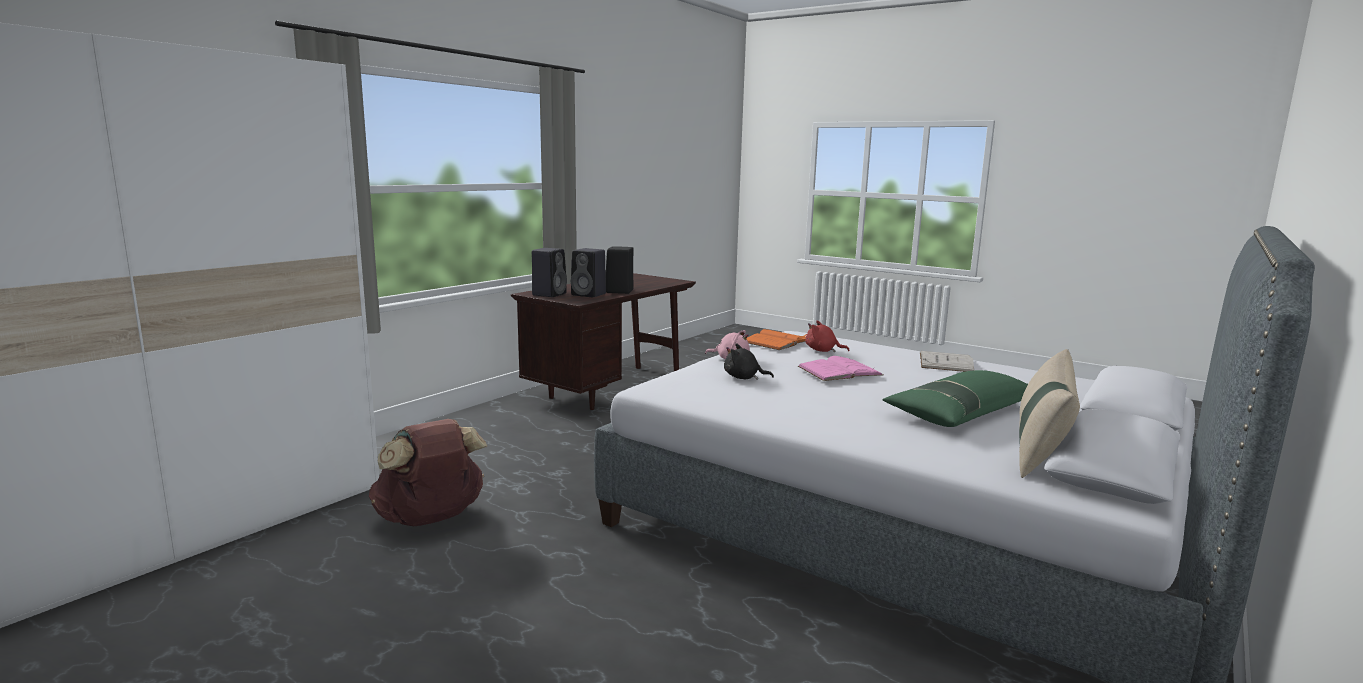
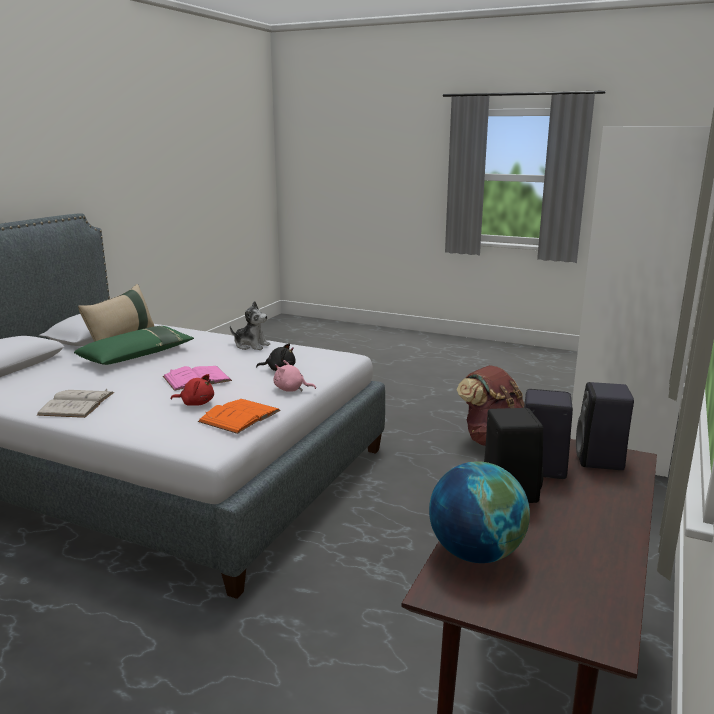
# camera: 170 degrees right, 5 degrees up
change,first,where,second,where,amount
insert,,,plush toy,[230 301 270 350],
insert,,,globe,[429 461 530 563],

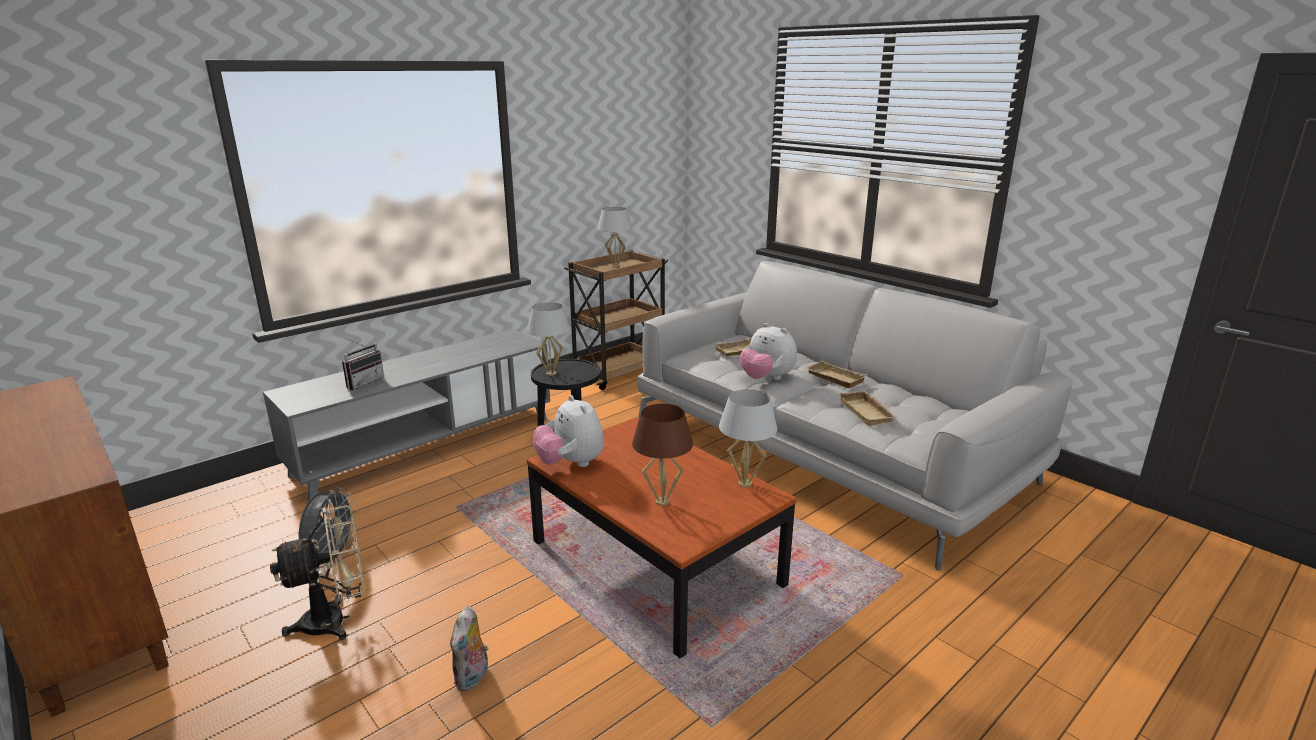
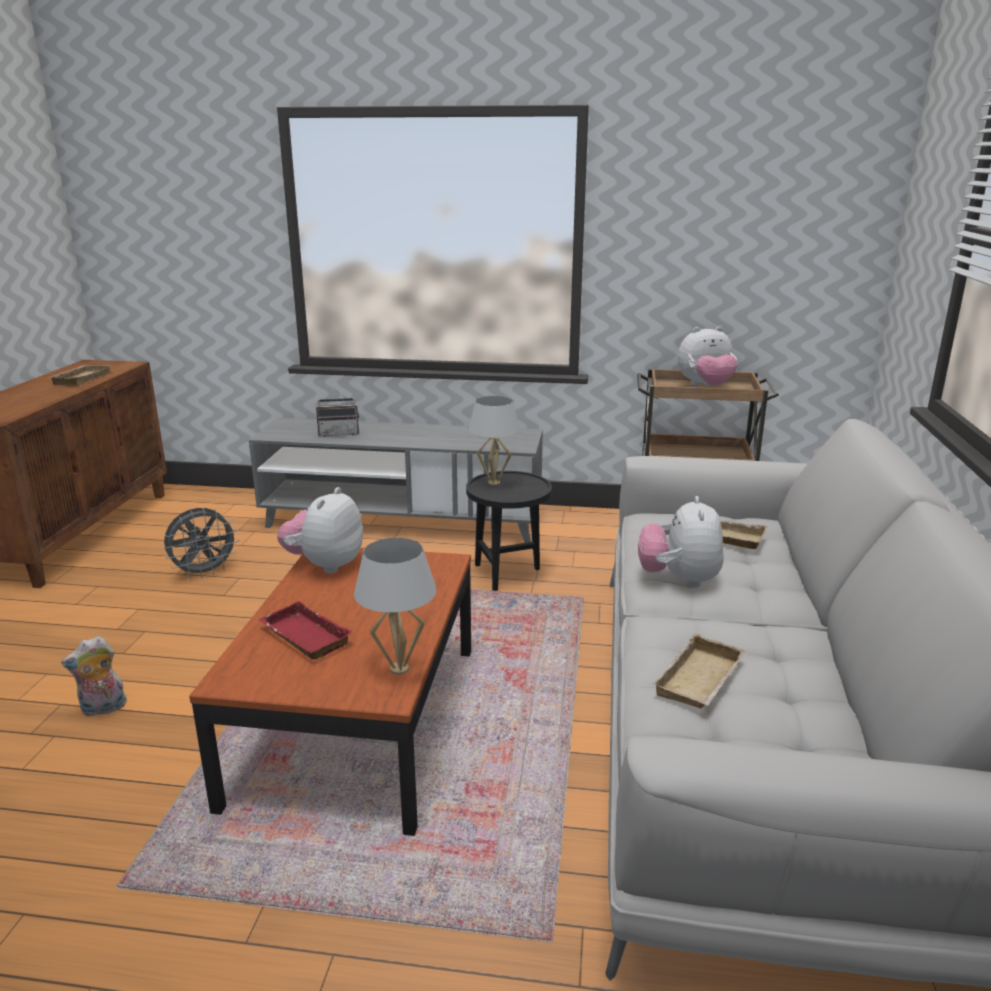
# camera: 50 degrees right, 0 degrees up
change,first,where,second,where,amount
replace,table lamp (white),[597 207 632 268],plush toy,[678 326 738 386],
move,tray (beige),[804 361 868 388],,[49 365 111 386],
replace,table lamp (brown),[632 404 693 506],tray (red),[258 601 353 660],
delete,fan (beige),[270 505 365 640],,,

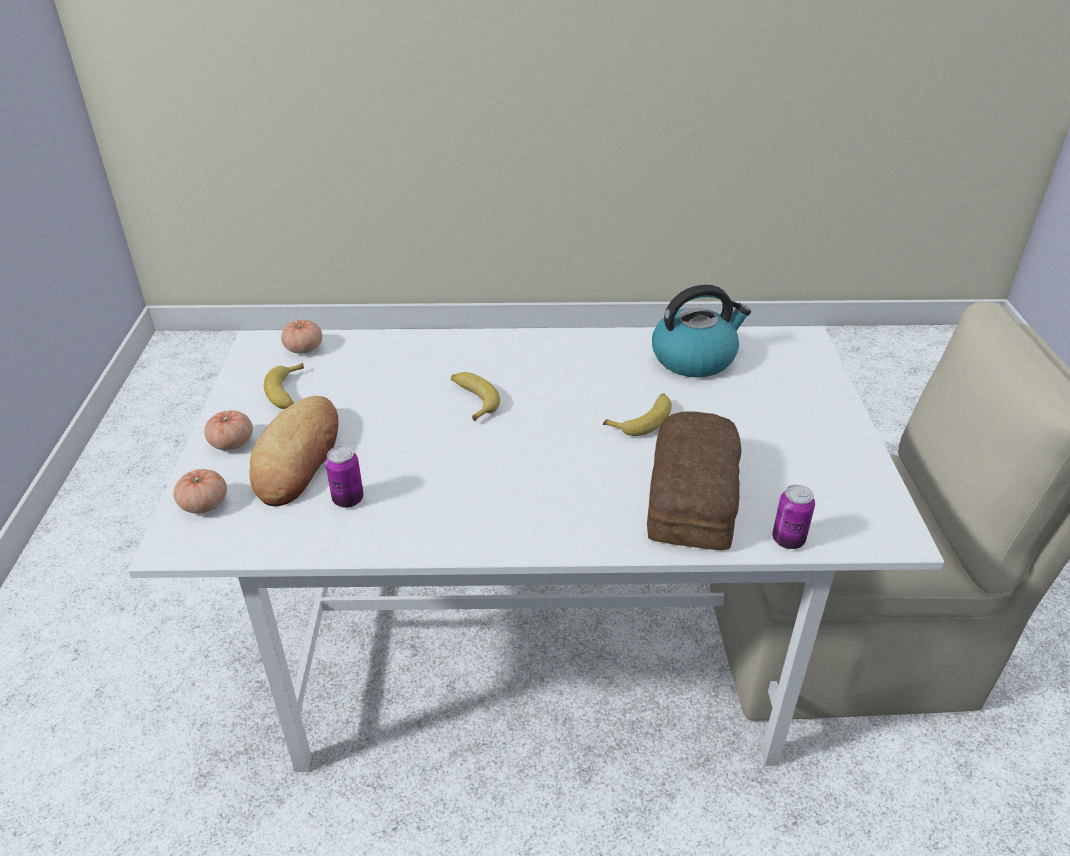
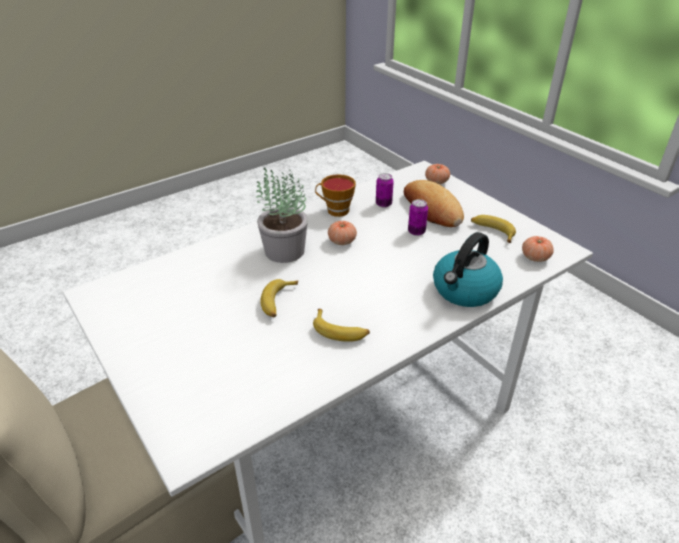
# camera: 145 degrees right, 0 degrees up
change,first,where,second,where,amount
move,kettle,[652 284 751 377],,[433 232 503 307],
move,banana,[451 372 500 421],,[313 309 370 342],
move,tomato,[204 410 253 450],,[328 221 357 245],
delete,bread,[647 411 742 550],,,
move,can,[772 485 815 549],,[408 199 428 236],
insert,,,potted plant,[256 168 308 263],
insert,,,cup,[315 174 356 217],

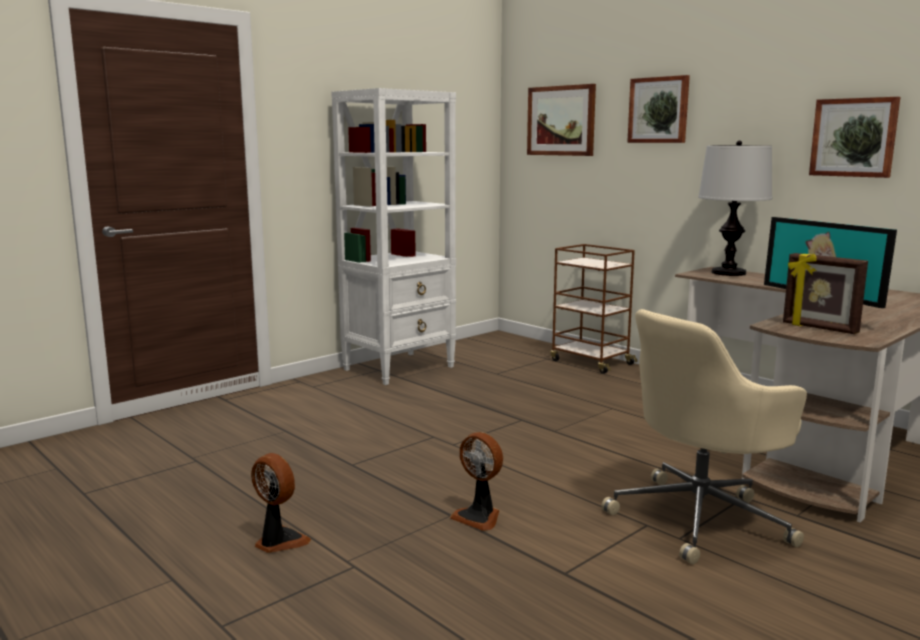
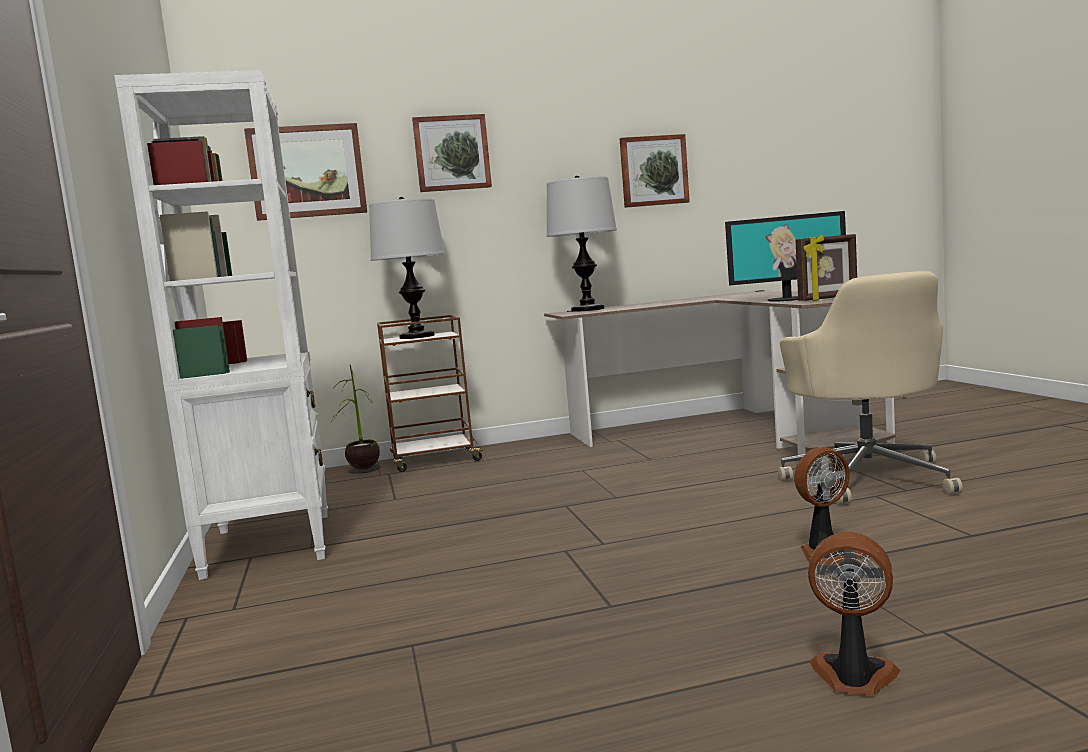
# camera: 60 degrees left, 5 degrees down
change,first,where,second,where,amount
rotate,fan,[251 453 311 553],,[808 532 900 696],45 degrees clockwise
insert,,,table lamp,[369 197 445 339],
insert,,,potted plant,[332 364 380 474],

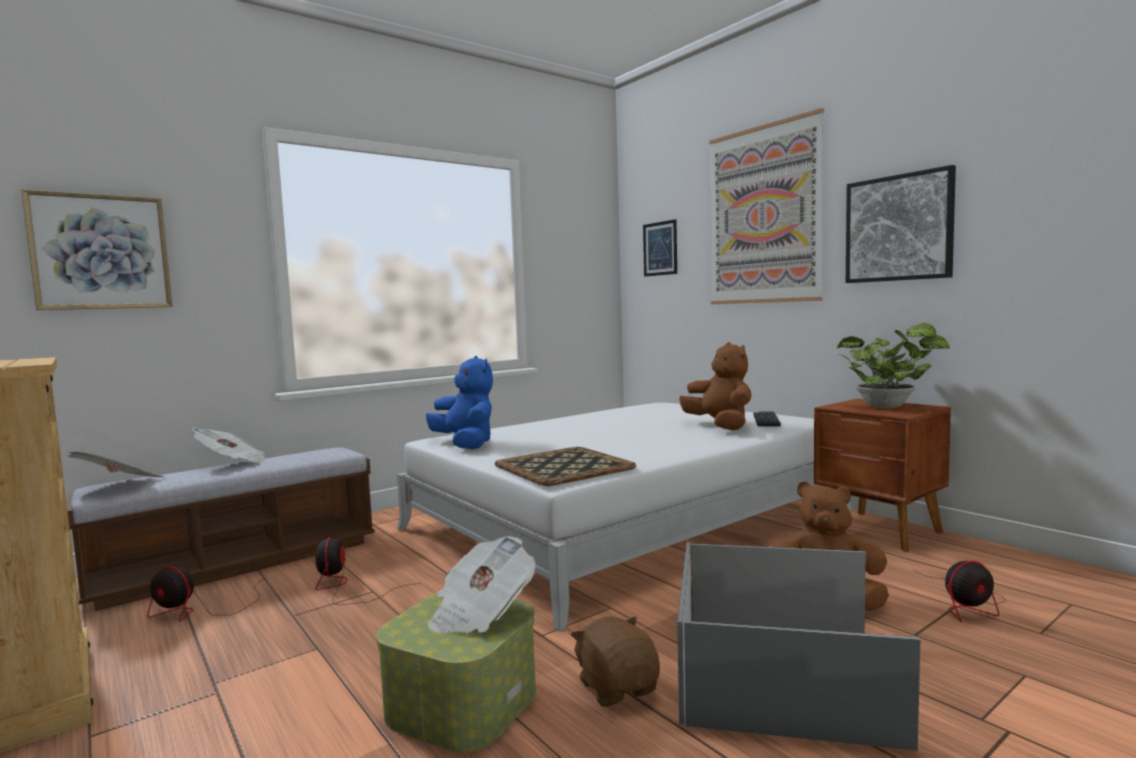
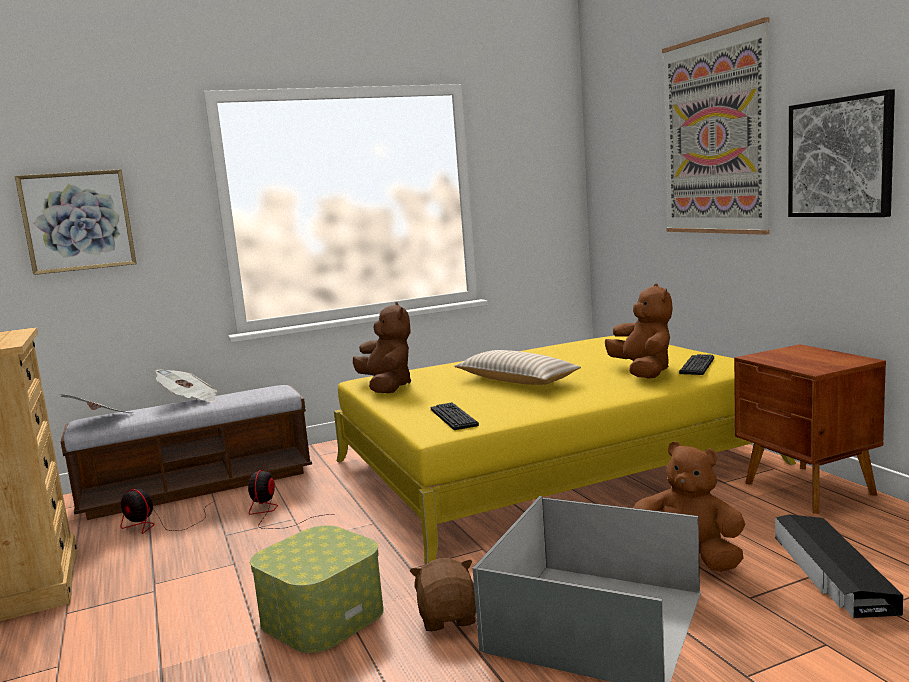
# camera: 15 degrees right, 5 degrees up
change,first,where,second,where,amount
delete,picture,[643 219 677 277],,,
delete,potted plant,[837 323 950 409],,,
recolor,plush toy (blue),[426 356 493 449],plush toy (brown),[353 302 412 393],
recolor,bed (white),[397 403 852 631],bed (yellow),[334 336 796 564],
replace,tray,[495 447 636 486],keyboard,[431 402 479 430],
delete,newspaper,[428 536 535 633],,,
replace,fan,[914 561 1006 622],storage box (black),[775 515 904 618],
insert,,,pillow (beige),[454 350 581 385],

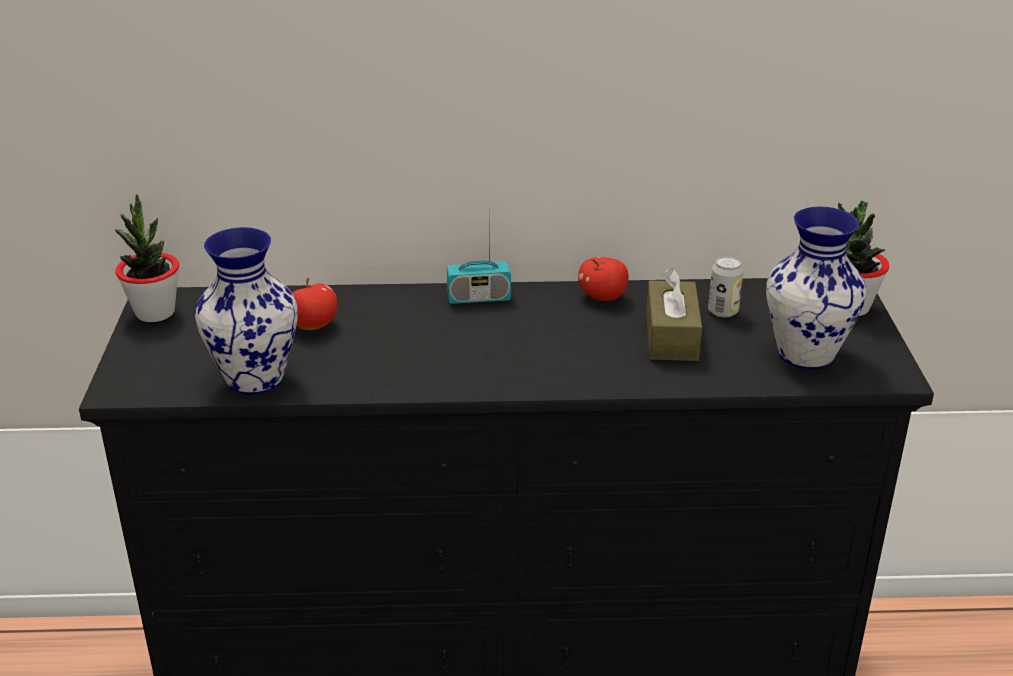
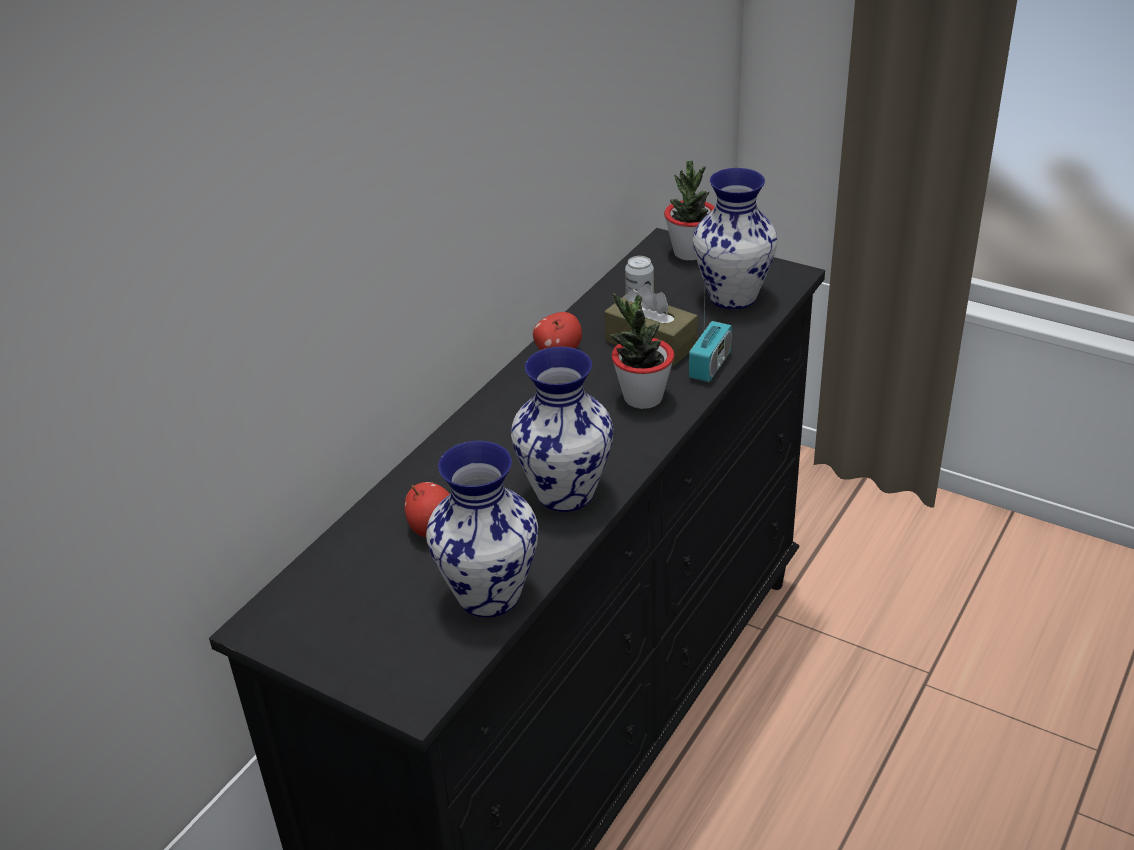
# camera: 55 degrees left, 5 degrees up
change,first,where,second,where,amount
move,potted plant,[115 194 179 322],,[610 293 674 409],
move,radio,[447 225 511 304],,[689 297 732 382],
insert,,,vase,[511 346 613 512],

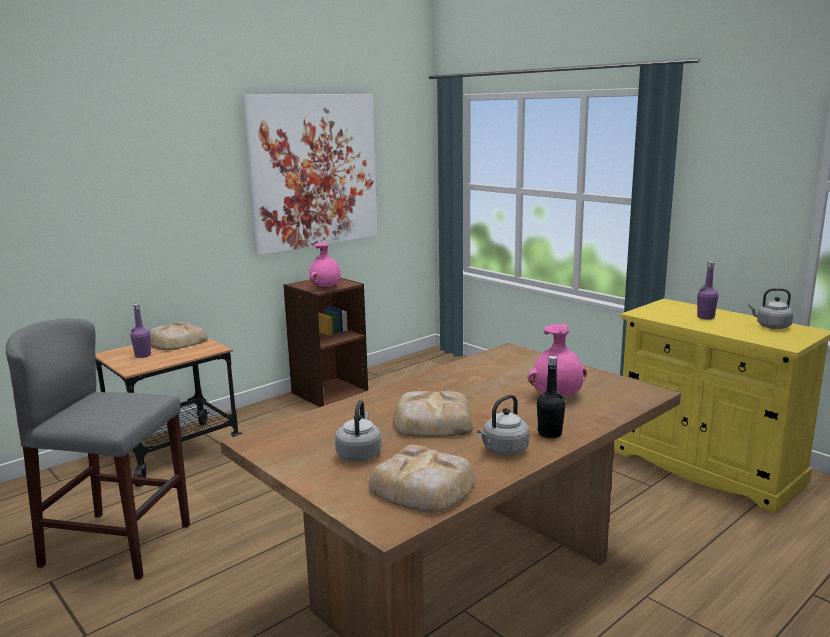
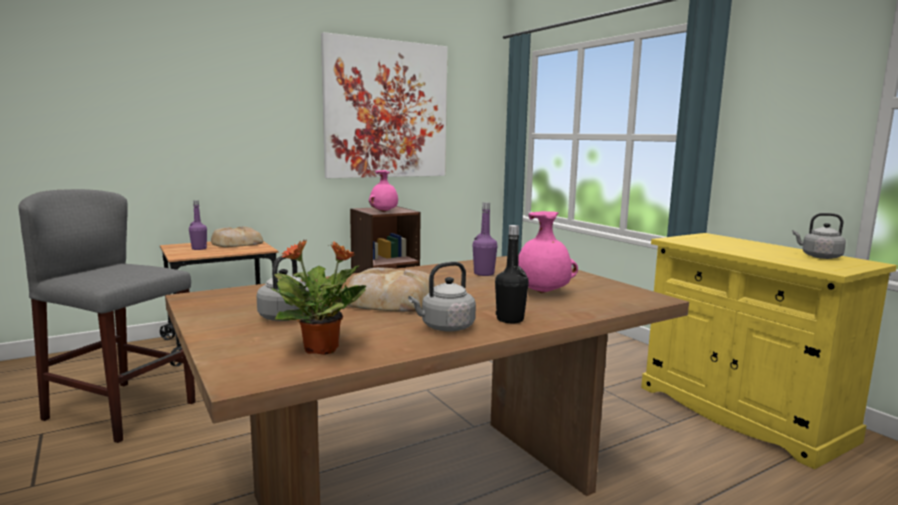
# camera: 10 degrees right, 5 degrees down
change,first,where,second,where,amount
move,bottle (purple),[697 262 718 319],,[473 202 497 276],
replace,bread,[368 444 475 513],potted plant,[270 239 366 355],

